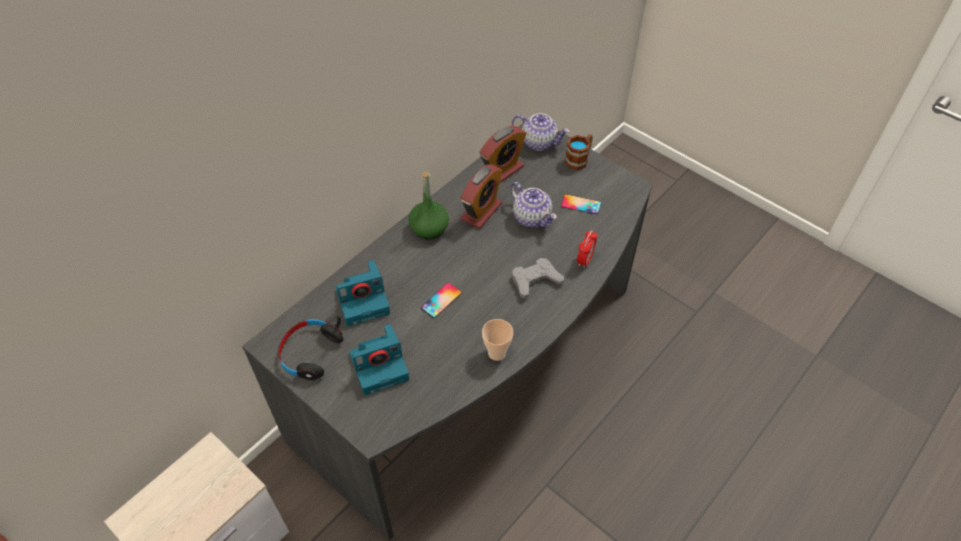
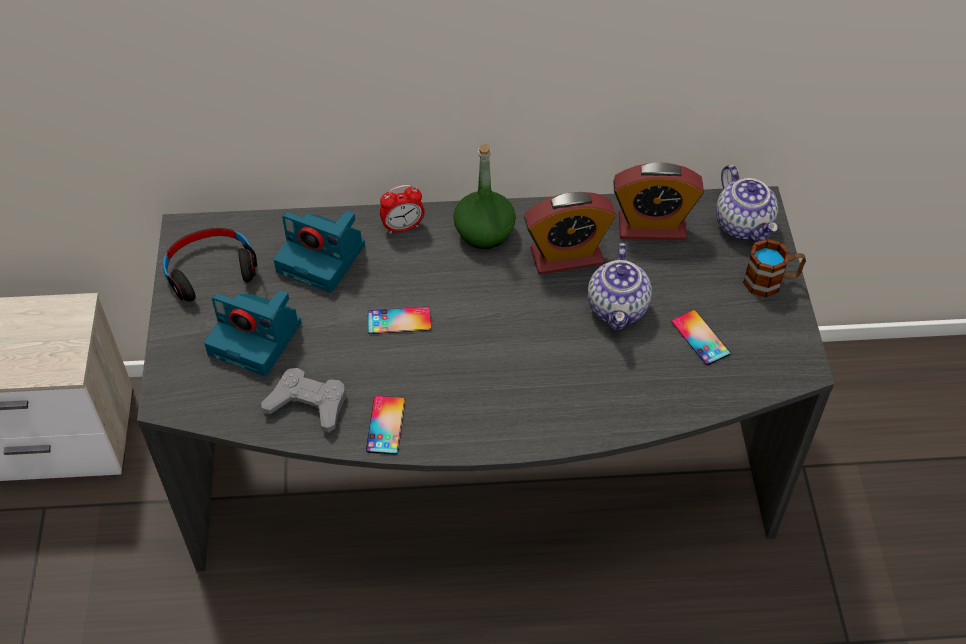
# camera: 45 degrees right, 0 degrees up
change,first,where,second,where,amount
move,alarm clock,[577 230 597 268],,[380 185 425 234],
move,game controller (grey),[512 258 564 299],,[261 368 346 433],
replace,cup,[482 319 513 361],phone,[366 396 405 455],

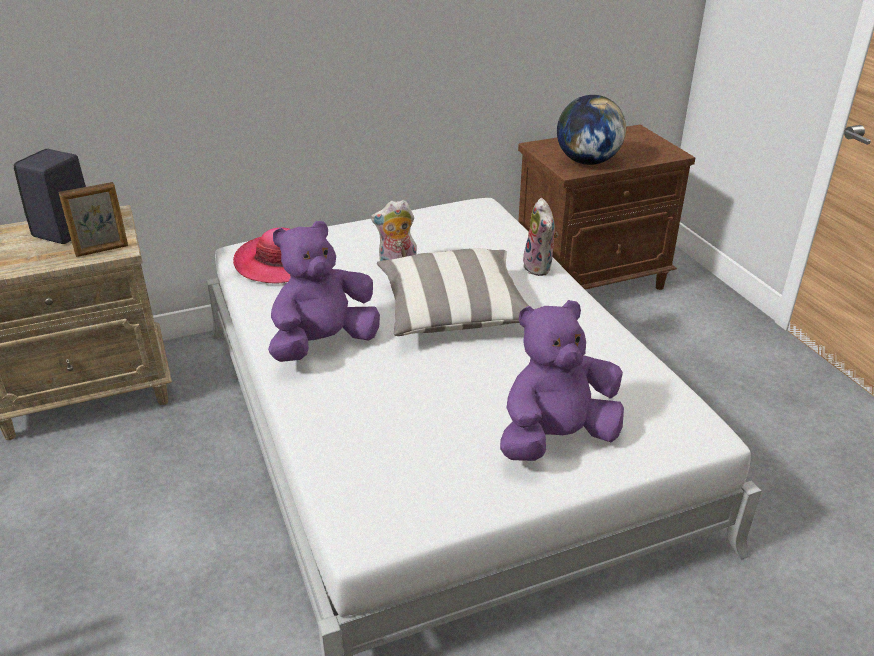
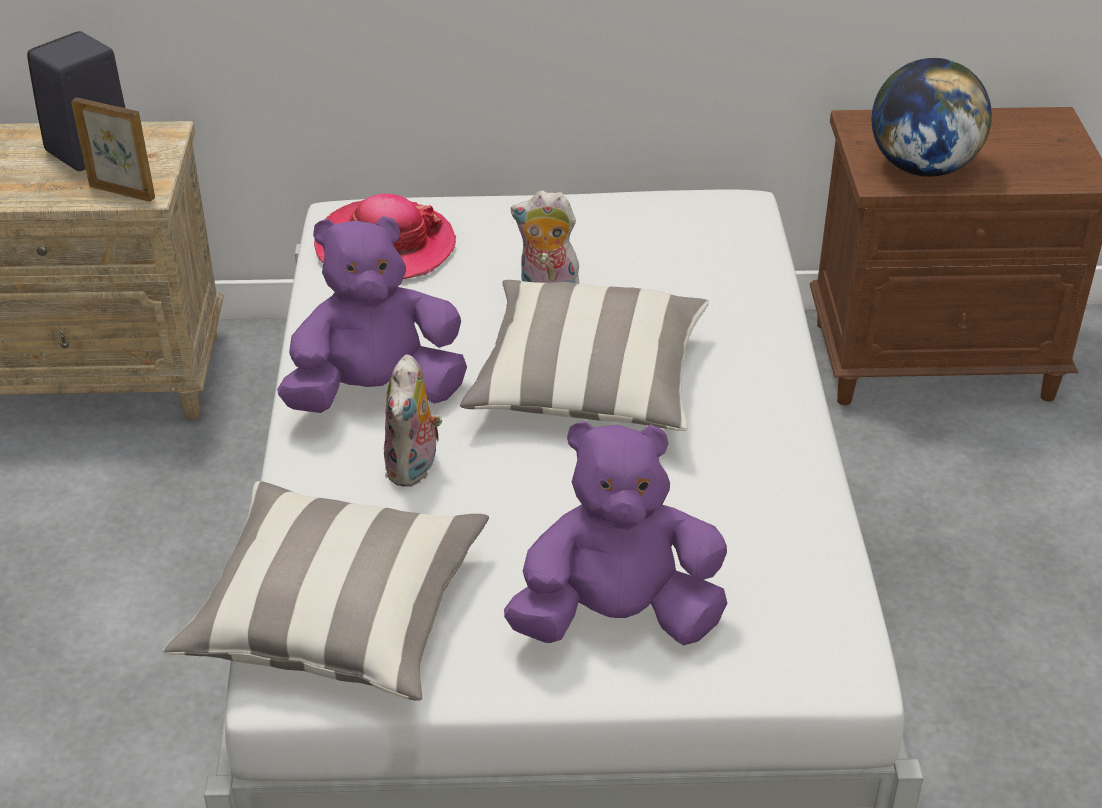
# camera: 20 degrees right, 5 degrees up
change,first,where,second,where,amount
rotate,picture frame,[59 182 128 257],,[71 97 155 202],150 degrees counterclockwise
move,plush toy,[523 198 558 276],,[384 354 442 487],
insert,,,pillow,[162 481 489 701],

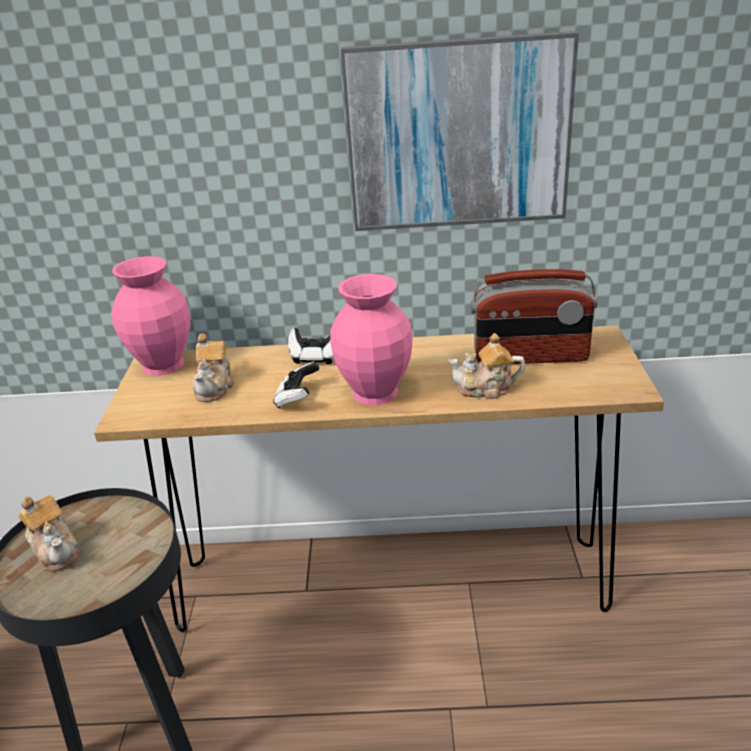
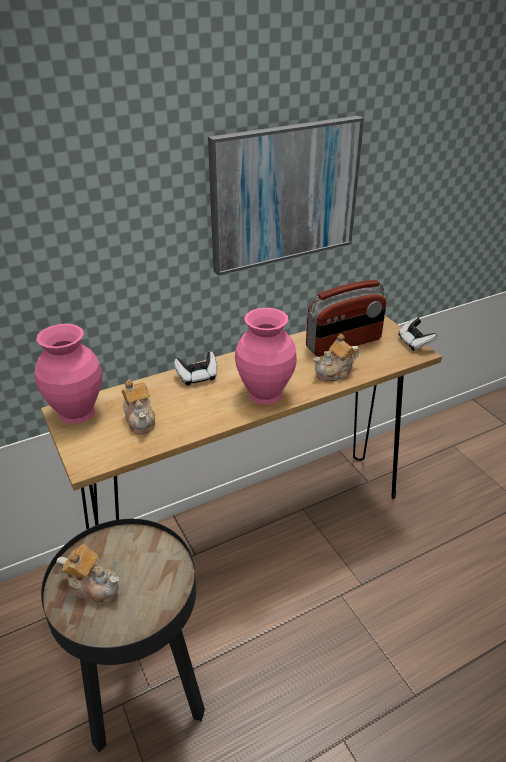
# camera: 30 degrees left, 5 degrees up
change,first,where,second,where,amount
move,game controller,[273 362 319 408],,[398 317 438 351],

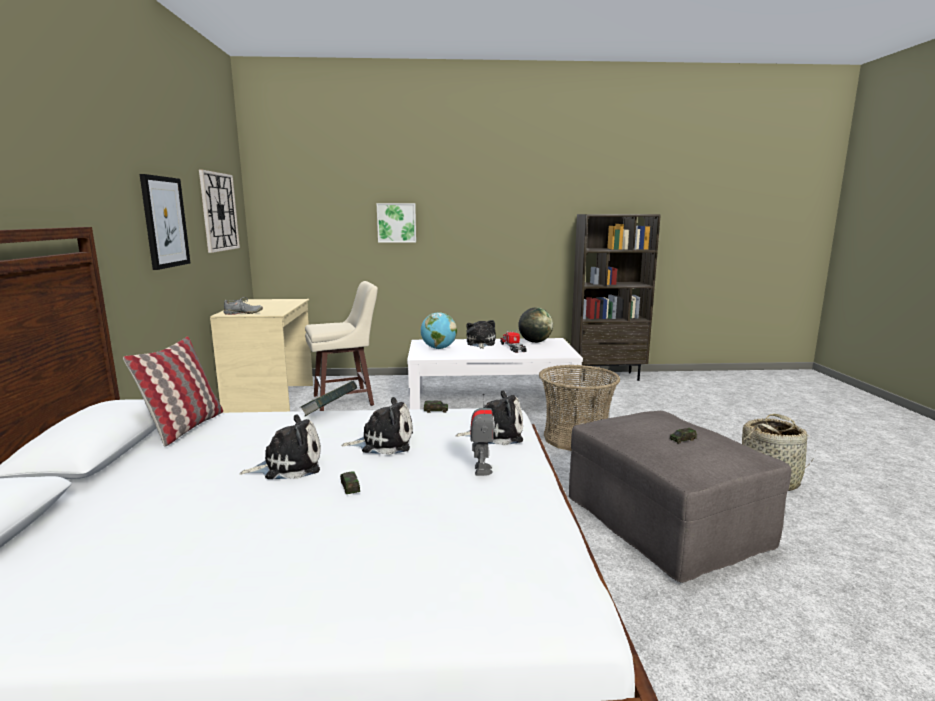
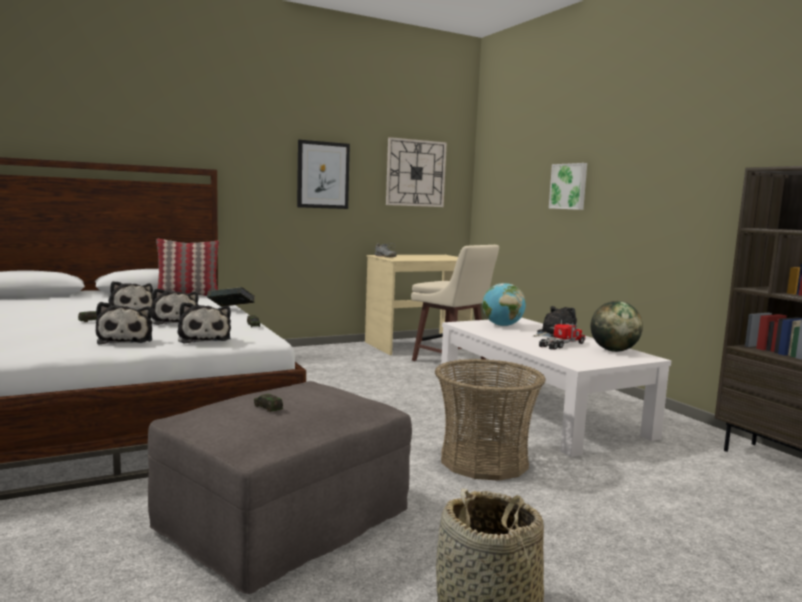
# camera: 65 degrees right, 5 degrees down
change,first,where,second,where,amount
replace,toy robot,[470 394 495 476],plush toy,[96 302 152 344],

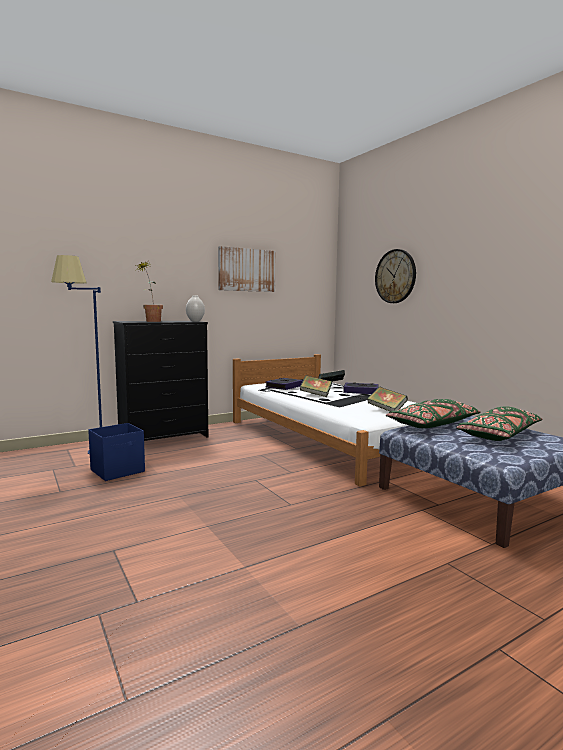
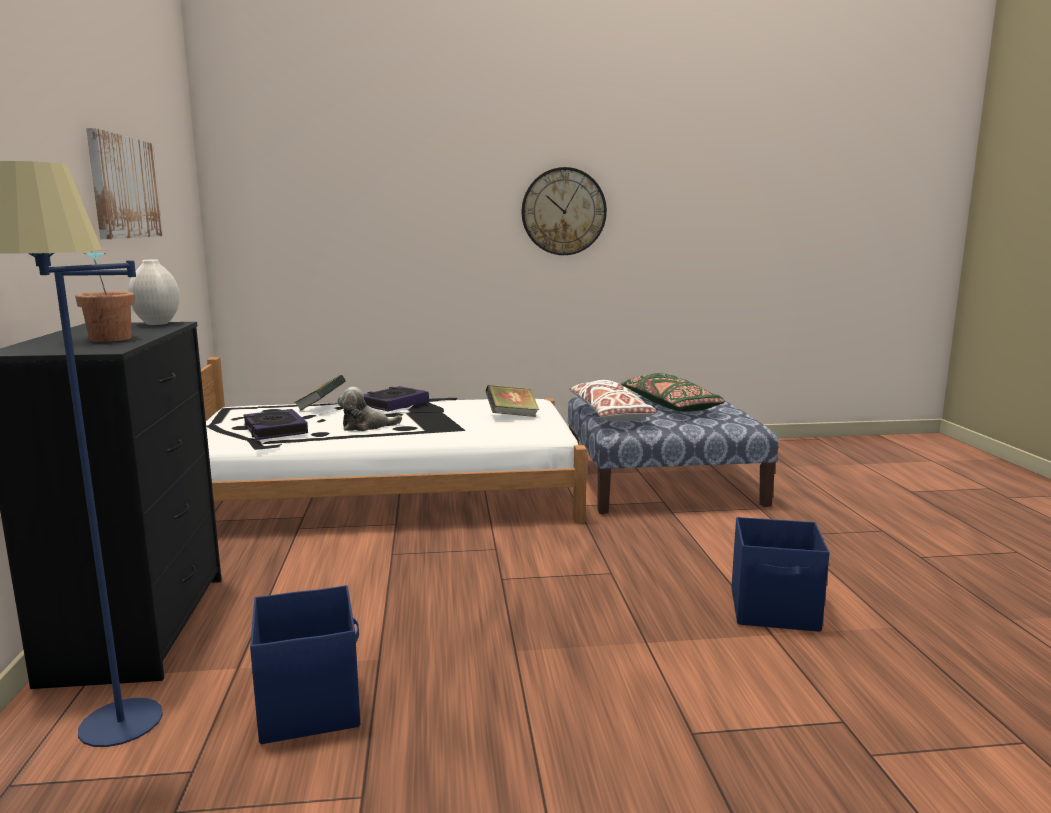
# camera: 65 degrees left, 5 degrees up
change,first,where,second,where,amount
move,wall clock,[375 249 416 303],,[522 167 607 255],
replace,book,[300 375 332 397],plush toy,[337 387 402 431],
recolor,pillow (green),[386 399 480 428],pillow (white),[569 380 657 421],
insert,,,storage box (blue),[732 517 830 632],

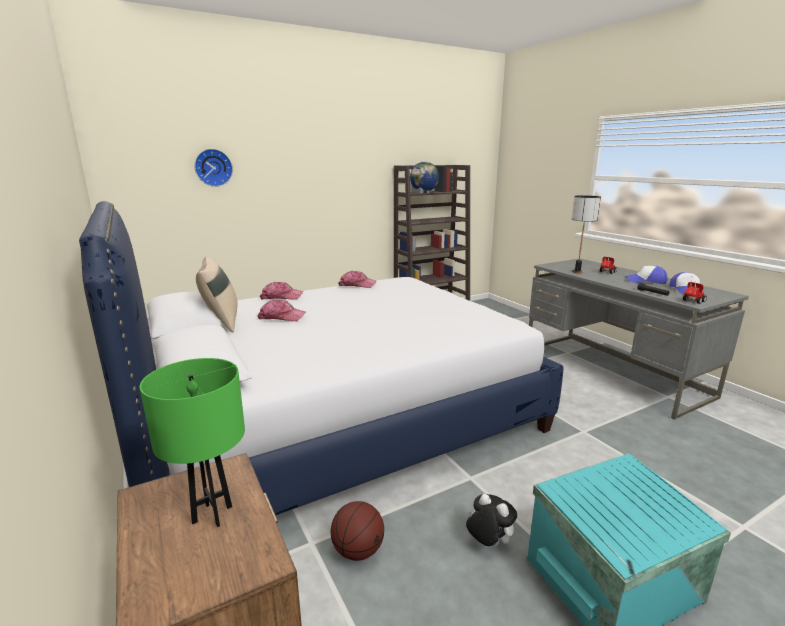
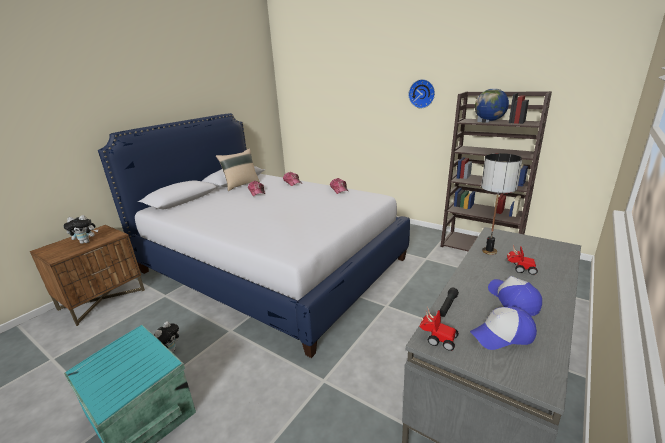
# camera: 65 degrees right, 5 degrees up
change,first,where,second,where,amount
move,wall clock,[194 149 233 187],,[408 79 435 108],
replace,table lamp (green),[140 358 245 527],plush toy,[63 215 98 244],
delete,basketball,[330 501 384 561],,,

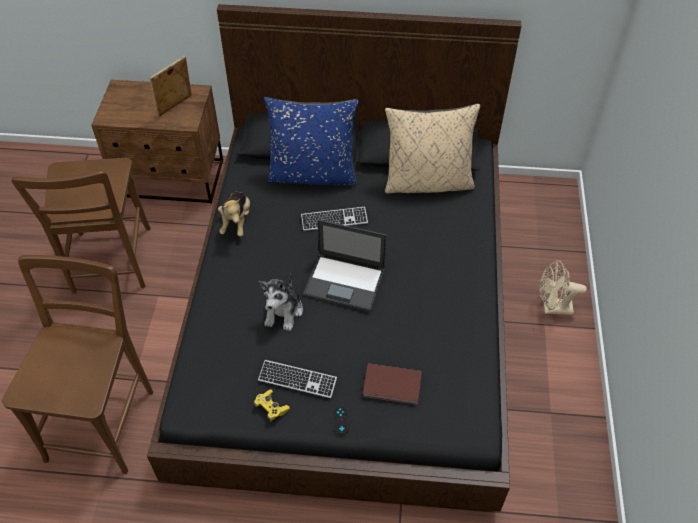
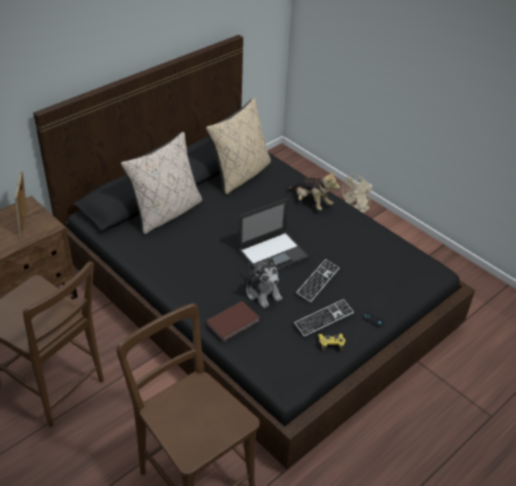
# camera: 50 degrees left, 10 degrees down
change,first,where,second,where,amount
recolor,pillow (blue),[264 97 359 185],pillow (beige),[121 132 202 234],
move,plush toy,[218 191 250 237],,[287 170 340 210],
move,keyboard,[301 207 368 231],,[296 259 339 303],
move,book (brown),[363 363 422 405],,[206 301 260 342],

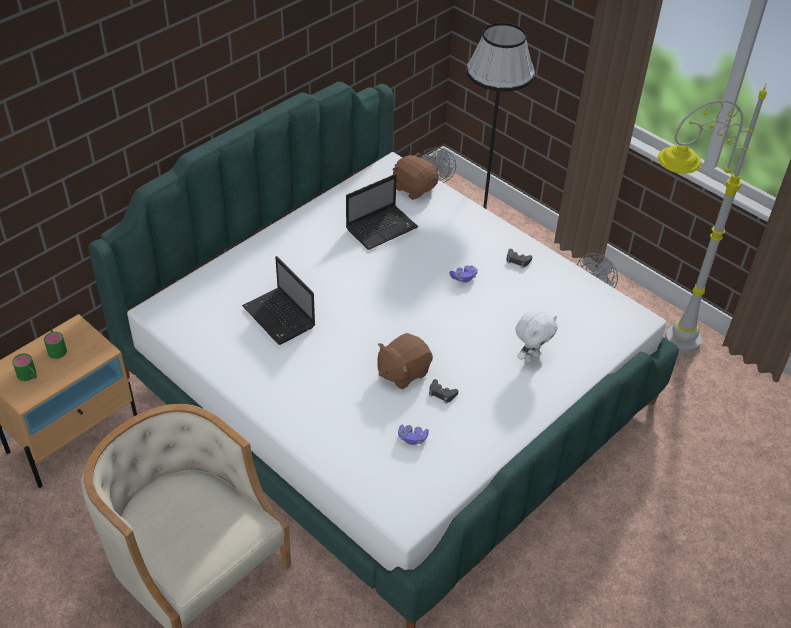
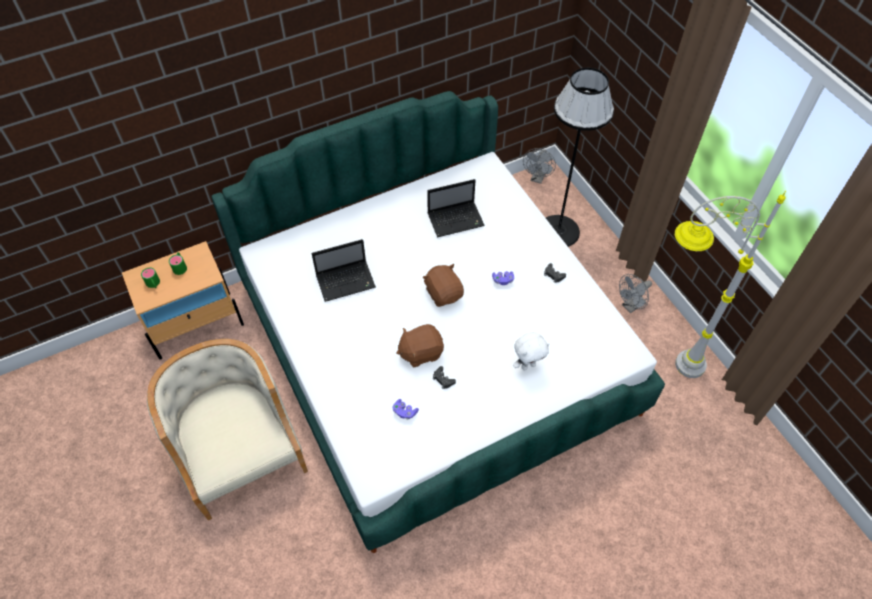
# camera: 20 degrees right, 10 degrees up
change,first,where,second,where,amount
move,plush toy (brown),[392 153 439 200],,[422 264 464 307],
rotate,laptop,[242 256 315 345],,[311 239 376 302],90 degrees counterclockwise

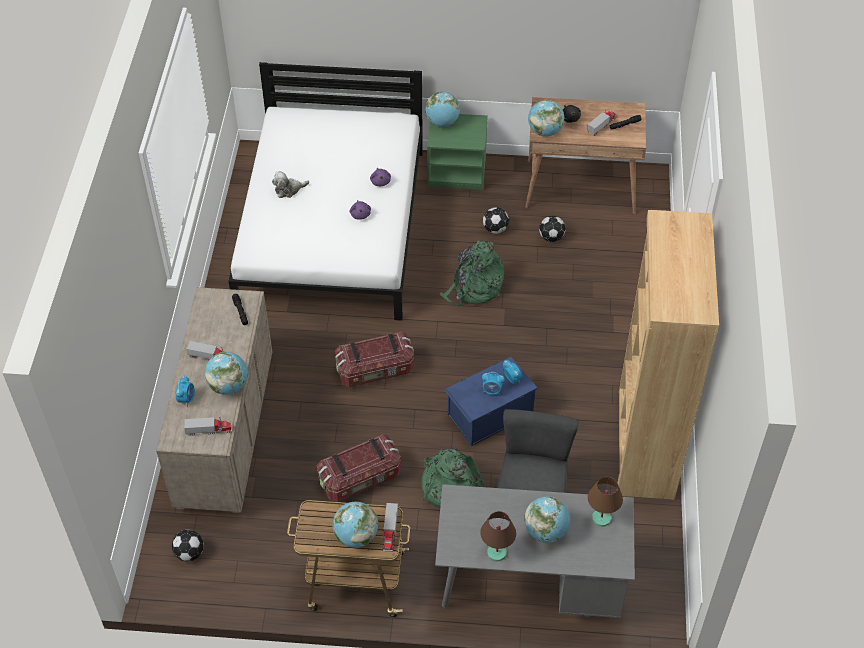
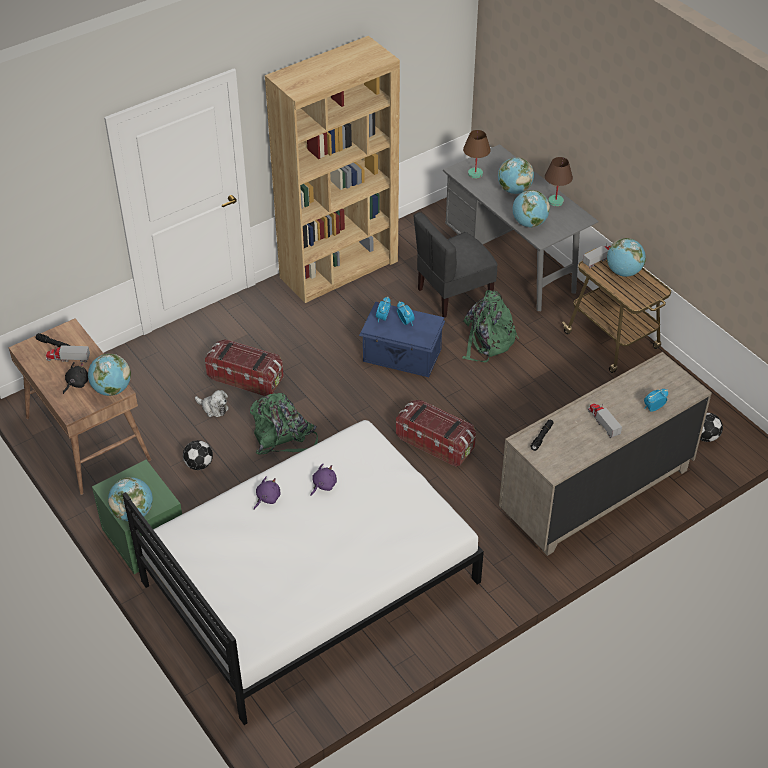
# camera: 130 degrees left, 5 degrees down
change,first,where,second,where,amount
move,plush toy,[272 171 309 198],,[195 390 229 417],
delete,football,[539 216 566 242],,,
move,globe,[205 352 248 395],,[513 190 550 228],
delete,toy truck,[184 417 232 436],,,
move,storage box,[316 434 401 502],,[205 339 284 396],

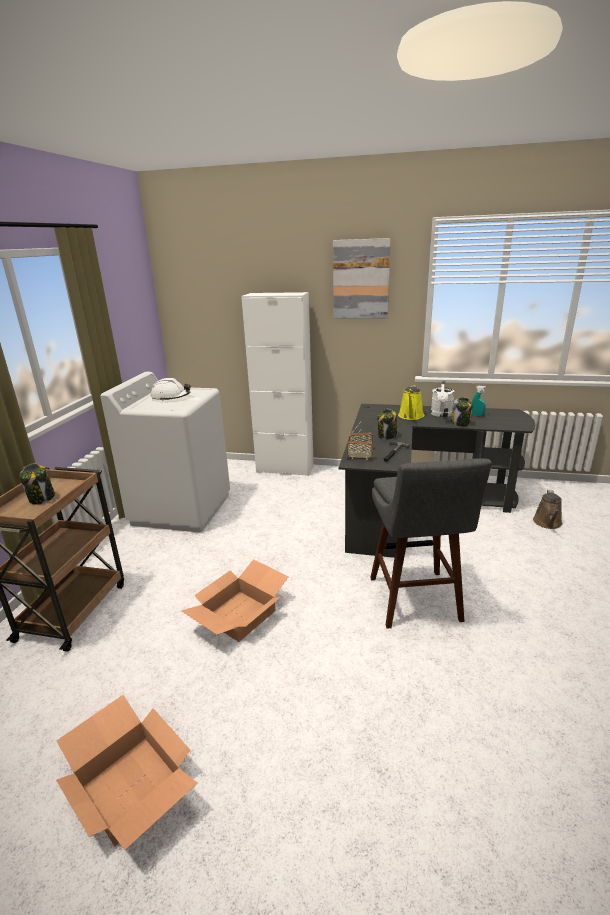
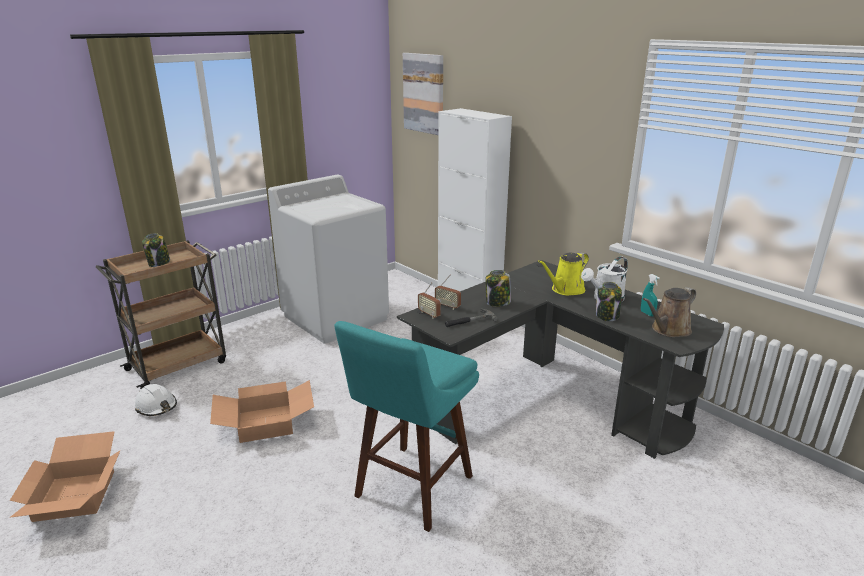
# camera: 35 degrees right, 0 degrees up
change,first,where,second,where,amount
move,picture,[333 238 391 318],,[403 53 443 135],
move,hard hat (white),[151 378 191 401],,[135 384 177 416],
recolor,stool (grey),[370 458 492 629],stool (turquoise),[334 321 479 532],
move,watering can (brown),[533 490 563 529],,[643 287 696 337],

